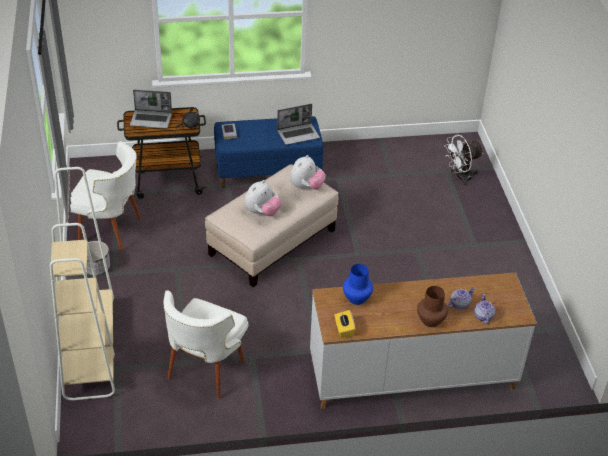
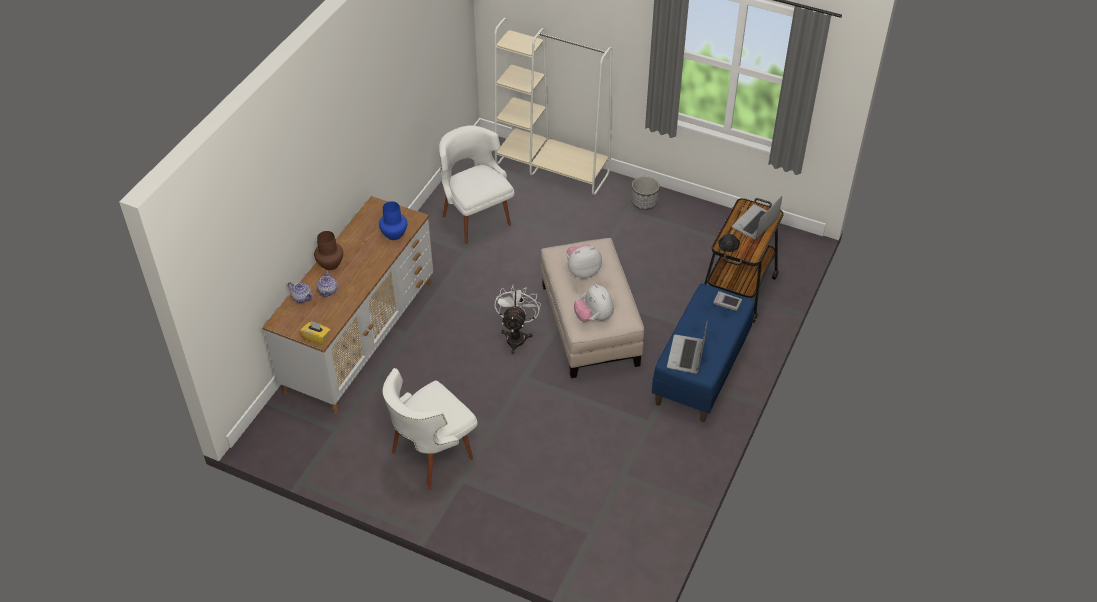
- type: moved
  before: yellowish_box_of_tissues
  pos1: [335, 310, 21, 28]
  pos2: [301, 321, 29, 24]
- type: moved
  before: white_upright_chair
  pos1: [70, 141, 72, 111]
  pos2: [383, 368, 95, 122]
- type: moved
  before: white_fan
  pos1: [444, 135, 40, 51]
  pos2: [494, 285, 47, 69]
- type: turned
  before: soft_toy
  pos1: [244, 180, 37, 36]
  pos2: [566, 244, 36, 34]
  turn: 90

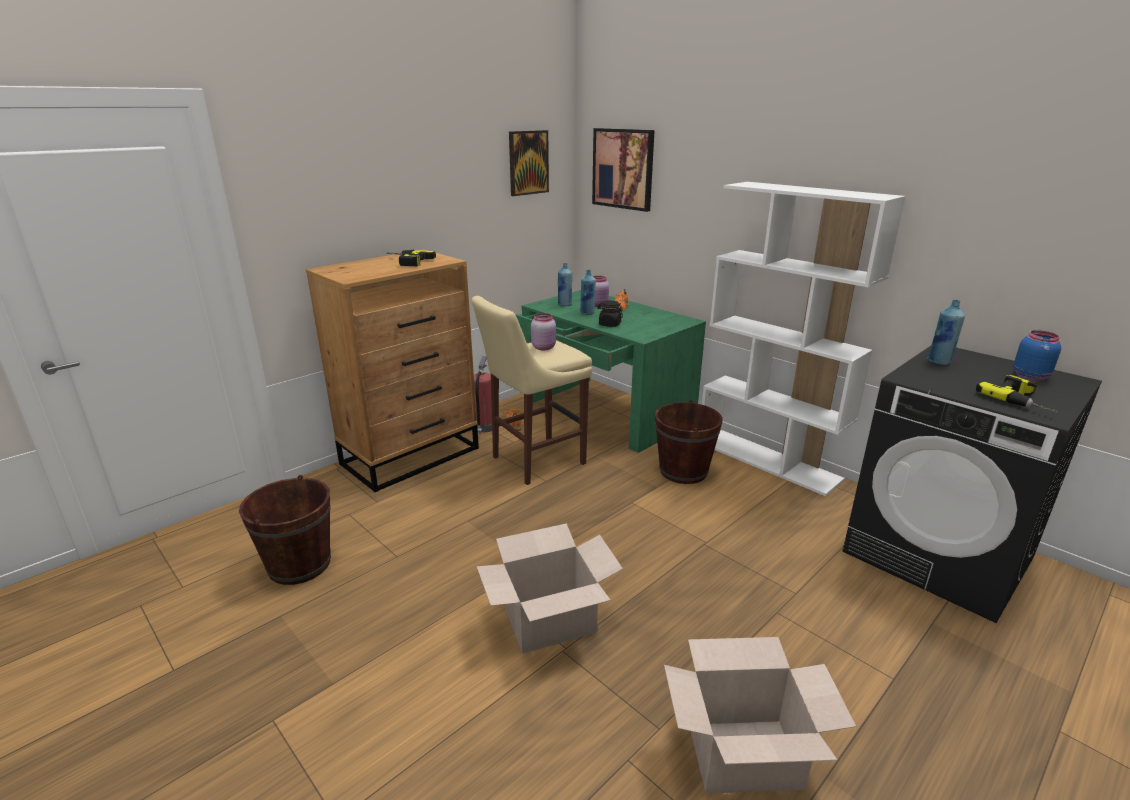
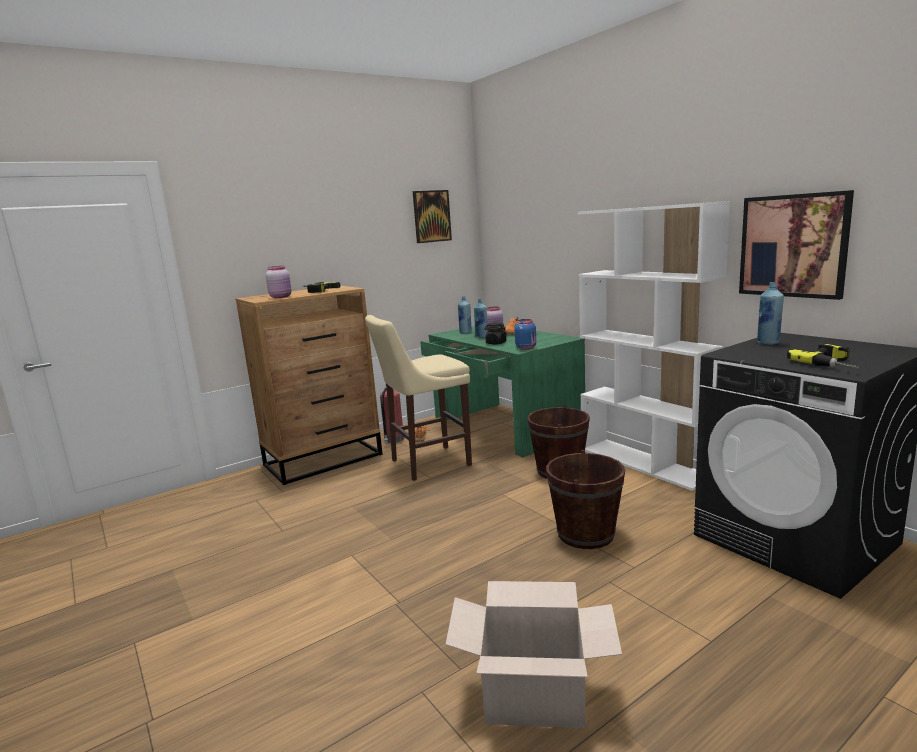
- type: moved
  before: pink_jar
  pos1: [531, 313, 25, 37]
  pos2: [266, 266, 25, 32]
- type: moved
  before: blue_jar
  pos1: [1013, 330, 48, 51]
  pos2: [515, 319, 21, 31]
- type: moved
  before: brownish_bucket
  pos1: [239, 475, 92, 110]
  pos2: [546, 450, 79, 99]
- type: moved
  before: picture
  pos1: [592, 128, 63, 84]
  pos2: [739, 190, 115, 110]
- type: removed
  before: cardboard_box
  pos1: [477, 523, 146, 131]

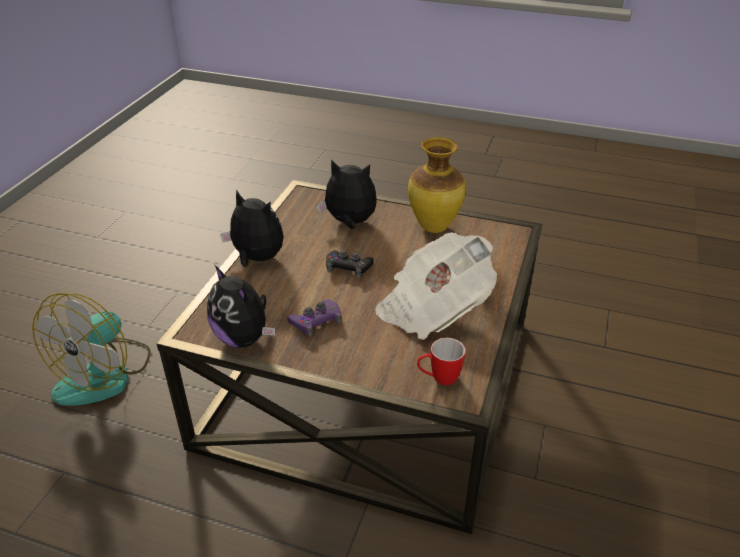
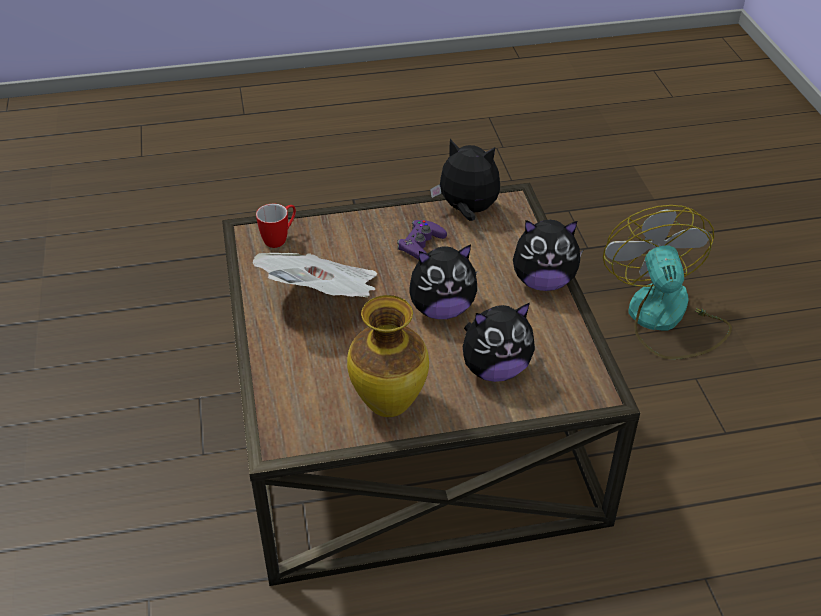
- type: replaced
  before: black-coloured_gamepad
  after: soft_toy
  pos1: [326, 250, 48, 28]
  pos2: [409, 244, 68, 75]

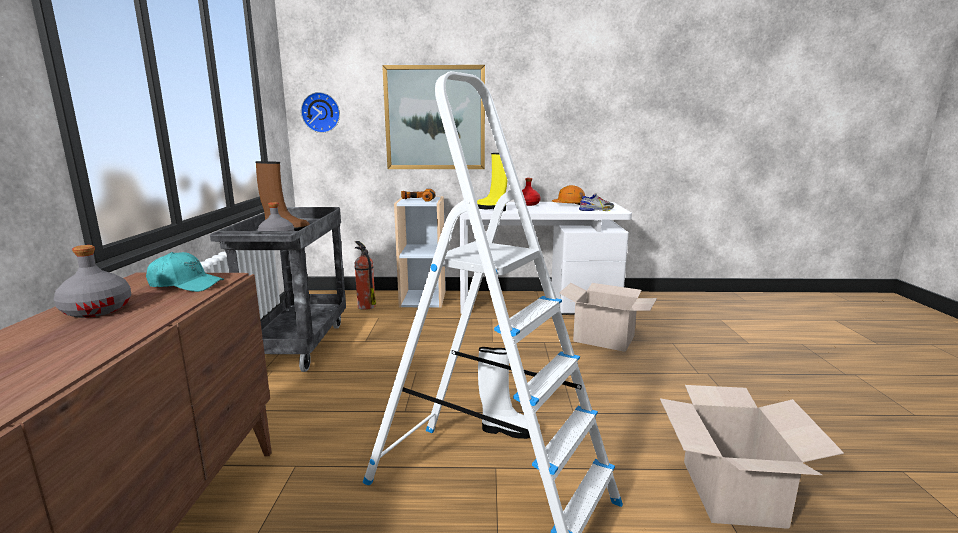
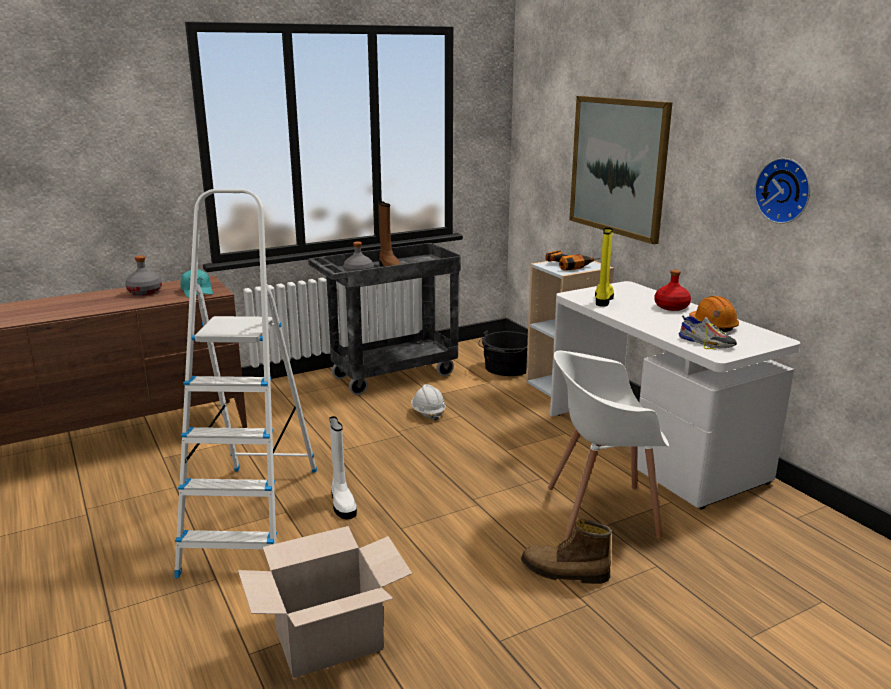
- type: added
  after: white_safety_helmet
  pos2: [411, 384, 35, 37]
- type: replaced
  before: fire_extinguisher
  after: black-coloured_bucket
  pos1: [355, 241, 21, 69]
  pos2: [478, 331, 50, 45]
- type: added
  after: boot
  pos2: [521, 519, 91, 65]
- type: replaced
  before: cardboard_box
  after: white_upright_chair
  pos1: [559, 283, 98, 69]
  pos2: [548, 351, 121, 190]
- type: moved
  before: clock_on_the_wall
  pos1: [301, 92, 39, 41]
  pos2: [754, 158, 56, 66]

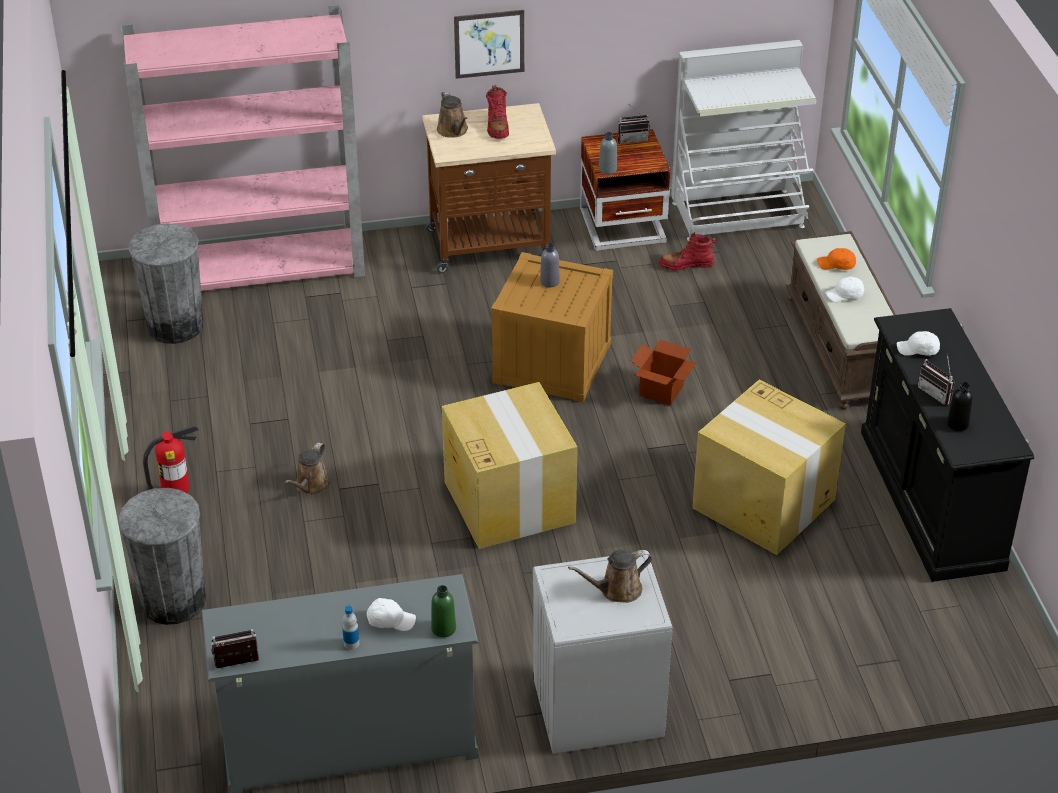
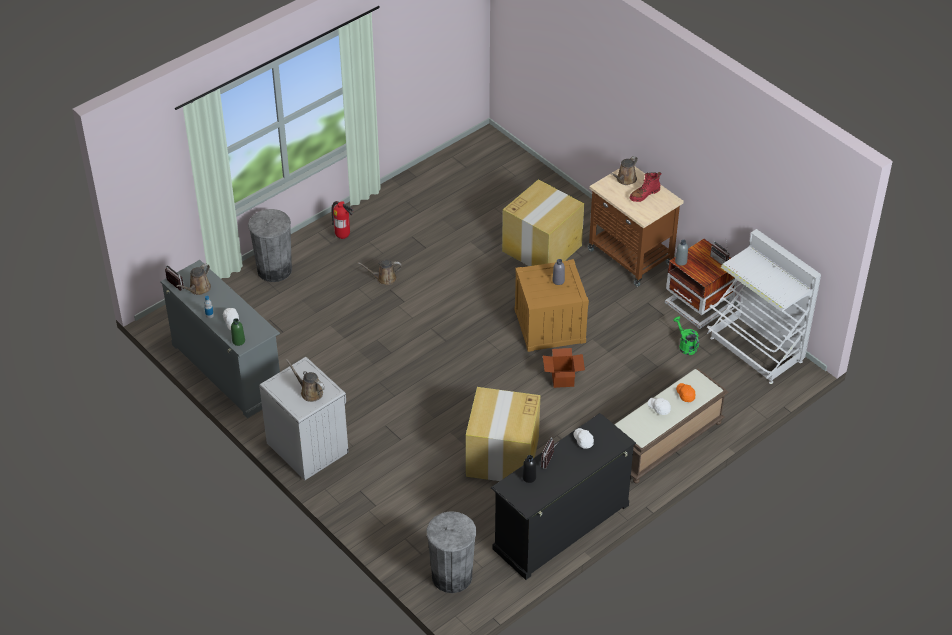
- type: added
  after: brownish_watering_pot
  pos2: [177, 263, 34, 32]
- type: moved
  before: gray_trash_can
  pos1: [129, 223, 75, 121]
  pos2: [426, 511, 50, 82]
- type: moved
  before: cardboard_box
  pos1: [442, 382, 136, 167]
  pos2: [502, 179, 82, 87]
- type: replaced
  before: red-coloured_boot
  after: green-coloured_watering_pot
  pos1: [659, 232, 58, 39]
  pos2: [673, 316, 26, 39]
- type: removed
  before: pink_bookcase
  pos1: [121, 5, 244, 286]
- type: removed
  before: picture
  pos1: [454, 10, 70, 69]

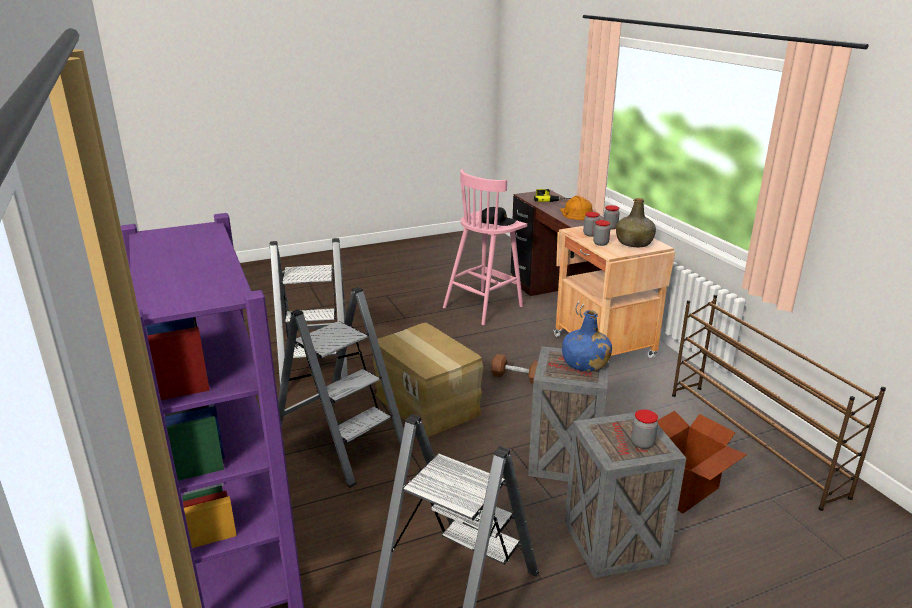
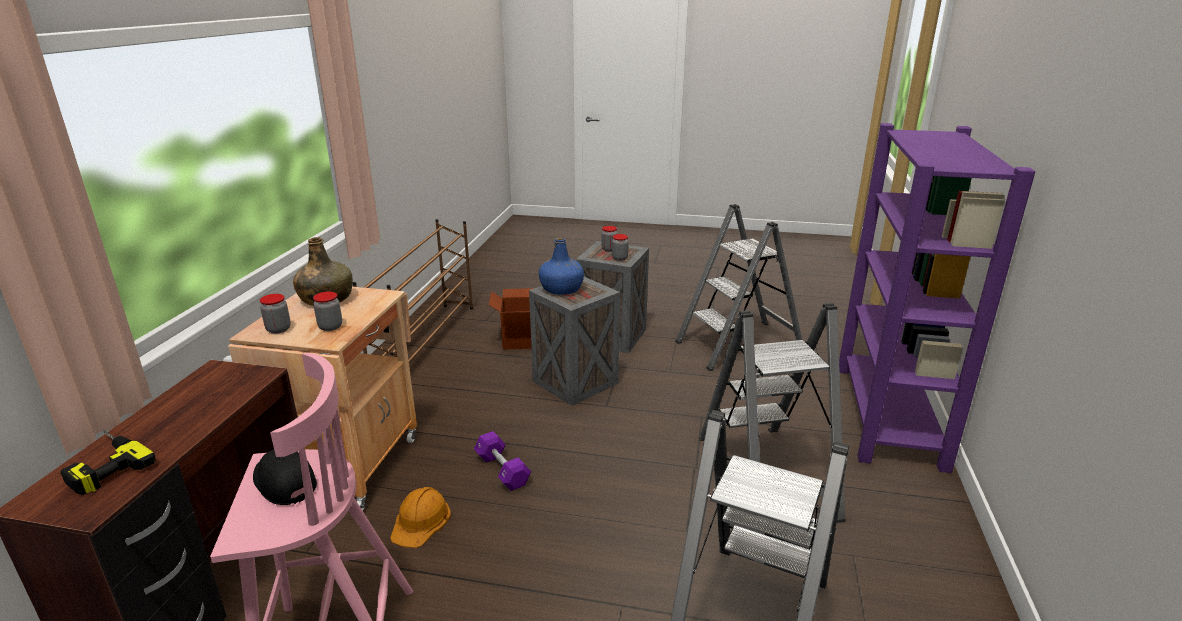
- type: moved
  before: orange-coloured_safety_helmet
  pos1: [560, 196, 33, 24]
  pos2: [390, 487, 61, 61]
- type: recoloured
  before: brownish_dumbbell
  after: purplish_dumbbell
  pos1: [491, 354, 47, 30]
  pos2: [474, 431, 57, 60]
- type: moved
  before: jar
  pos1: [593, 220, 18, 26]
  pos2: [612, 234, 17, 27]
- type: removed
  before: cardboard_box
  pos1: [372, 323, 111, 115]

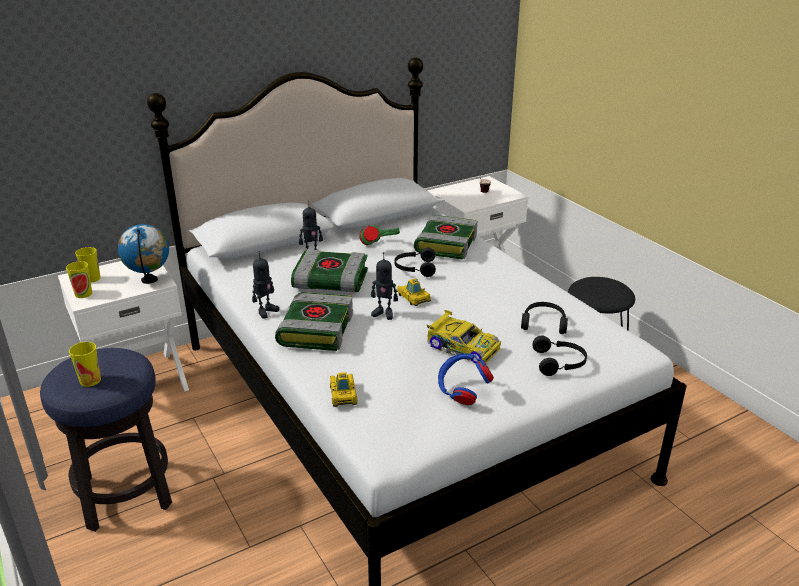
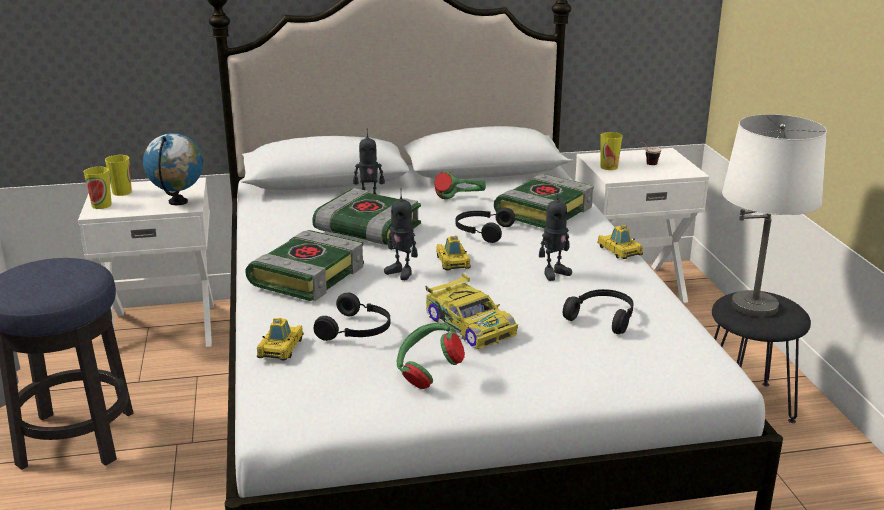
- type: moved
  before: black-coloured_headset
  pos1: [532, 336, 55, 40]
  pos2: [314, 293, 76, 48]
- type: recoloured
  before: blue_headset
  after: green-coloured_headset
  pos1: [438, 354, 56, 51]
  pos2: [397, 323, 68, 66]
- type: moved
  before: model_robot
  pos1: [252, 251, 27, 68]
  pos2: [539, 189, 33, 92]
- type: added
  after: toy_car
  pos2: [597, 225, 46, 34]
- type: moved
  before: drinking_cup
  pos1: [69, 342, 32, 45]
  pos2: [600, 132, 23, 38]
- type: added
  after: white_tabletop_lamp
  pos2: [722, 114, 105, 203]

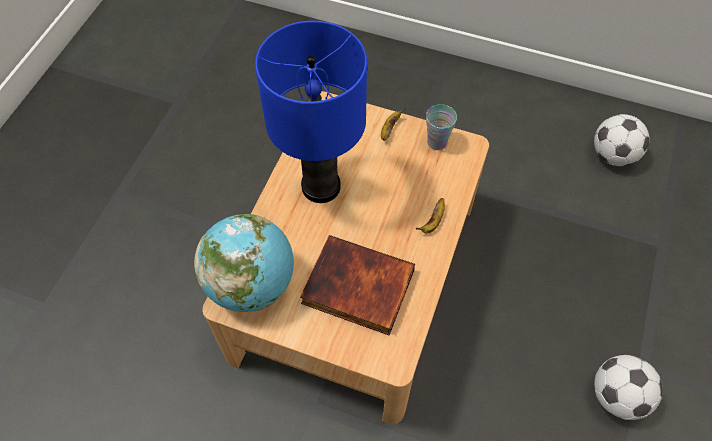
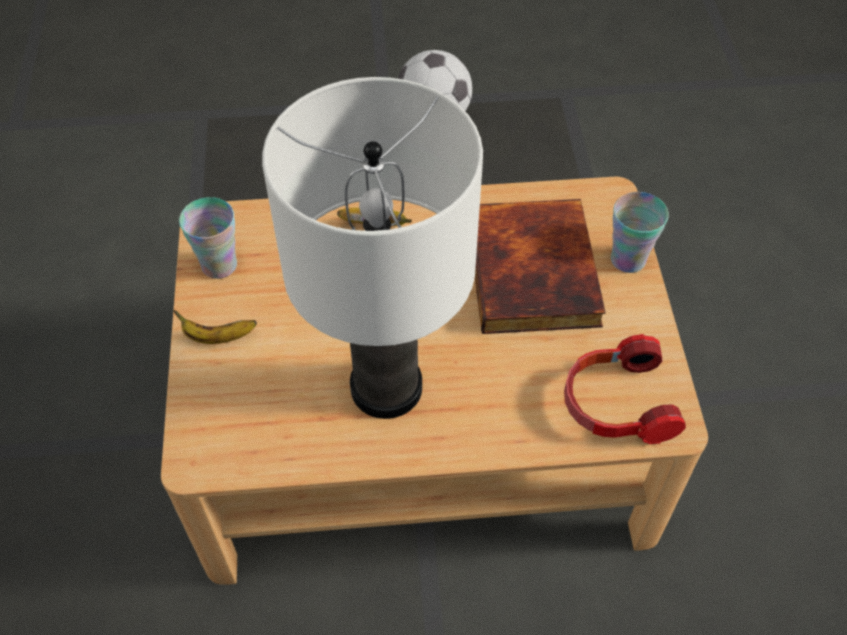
- type: recoloured
  before: blue_tabletop_lamp
  after: white_tabletop_lamp
  pos1: [255, 21, 112, 182]
  pos2: [262, 77, 221, 342]
- type: replaced
  before: globe
  after: headset
  pos1: [194, 214, 100, 98]
  pos2: [564, 334, 122, 110]
- type: added
  after: drinking_cup
  pos2: [611, 192, 58, 81]
- type: removed
  before: football_ball
  pos1: [594, 114, 56, 52]

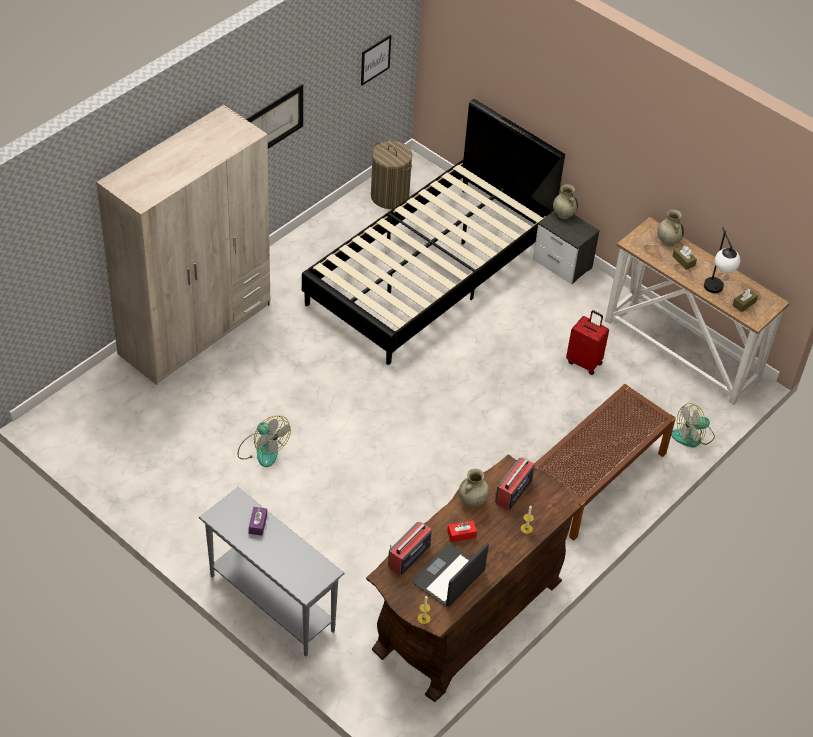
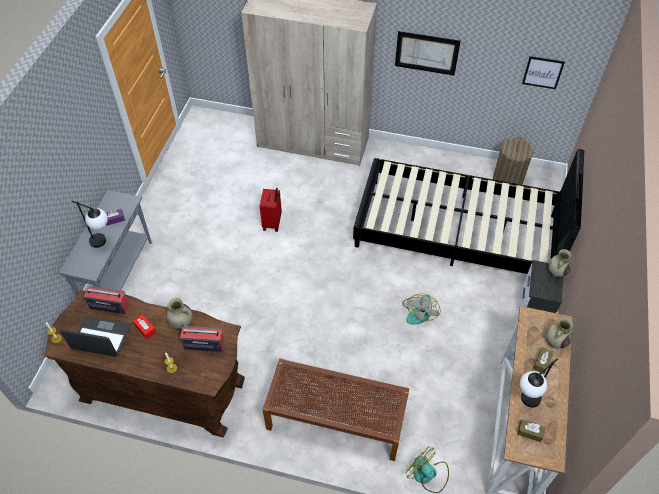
- type: added
  after: tabletop_lamp
  pos2: [72, 201, 36, 47]
- type: moved
  before: red-coloured_travel_case
  pos1: [566, 310, 43, 65]
  pos2: [260, 188, 22, 44]
- type: moved
  before: fan
  pos1: [237, 416, 54, 51]
  pos2: [403, 294, 38, 31]

